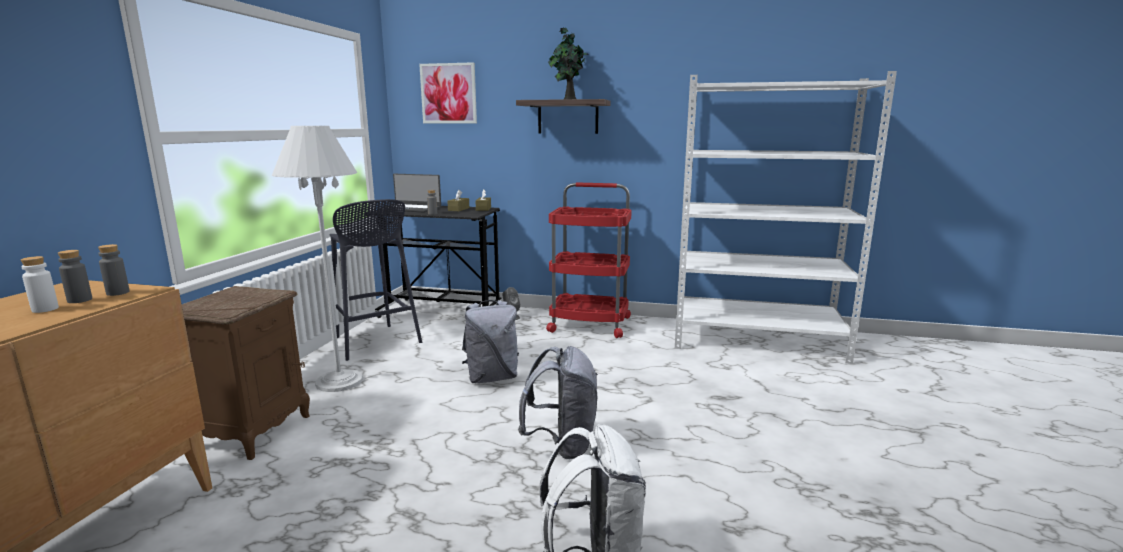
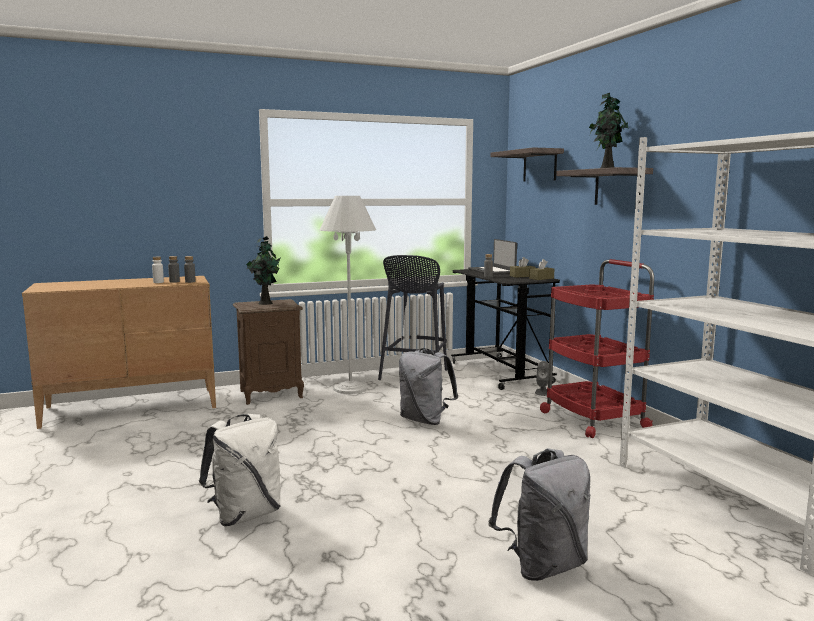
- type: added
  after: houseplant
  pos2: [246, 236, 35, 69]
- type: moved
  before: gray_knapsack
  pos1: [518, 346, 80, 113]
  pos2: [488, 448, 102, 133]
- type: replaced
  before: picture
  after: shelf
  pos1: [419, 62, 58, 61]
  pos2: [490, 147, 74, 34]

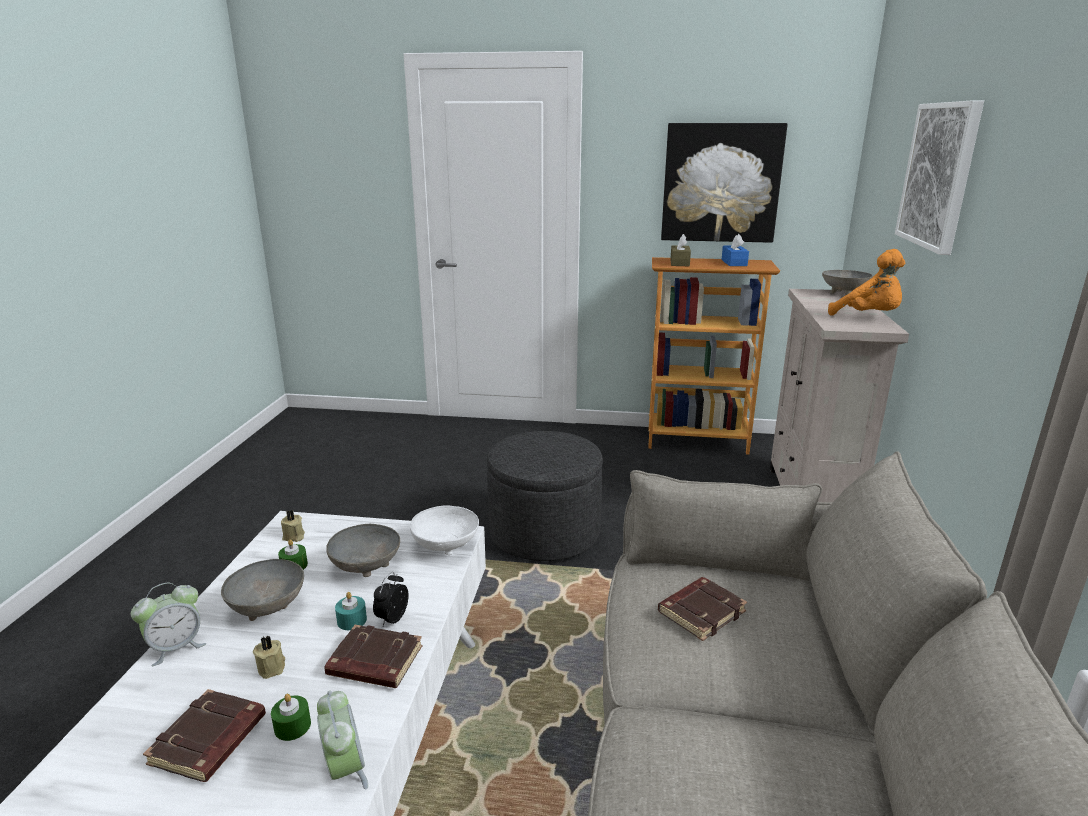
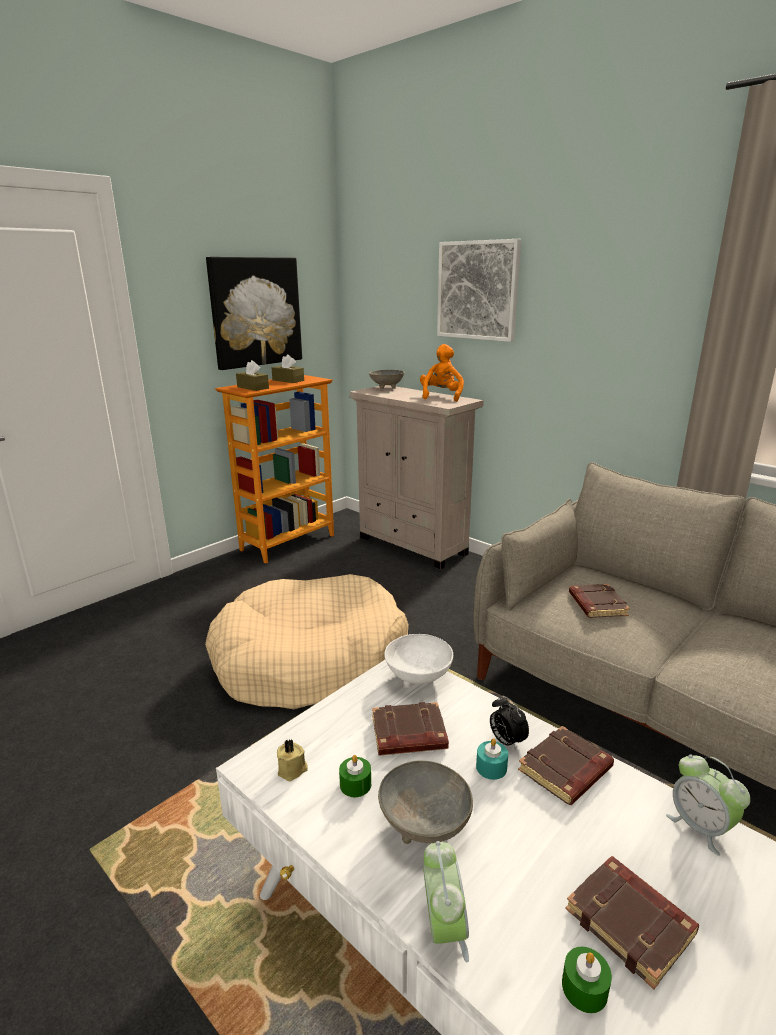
- type: replaced
  before: gray_pouffe
  after: beige_pet_bed
  pos1: [487, 431, 116, 130]
  pos2: [205, 574, 204, 135]
- type: recoloured
  before: blue_box_of_tissues
  after: brownish_box_of_tissues
  pos1: [722, 234, 27, 32]
  pos2: [272, 355, 32, 28]
- type: replaced
  before: gray_bowl
  after: brownish_volume
  pos1: [326, 524, 74, 53]
  pos2: [372, 702, 77, 54]
- type: turned
  before: orange-coloured_soft_toy
  pos1: [828, 249, 77, 67]
  pos2: [420, 344, 44, 58]
  turn: -75
- type: moved
  before: green-coloured_wax_light
  pos1: [271, 694, 40, 47]
  pos2: [562, 947, 50, 66]
- type: turned
  before: table_clock
  pos1: [317, 690, 51, 99]
  pos2: [666, 755, 85, 101]
  turn: -135
- type: removed
  before: beige_wax_light
  pos1: [253, 635, 32, 44]

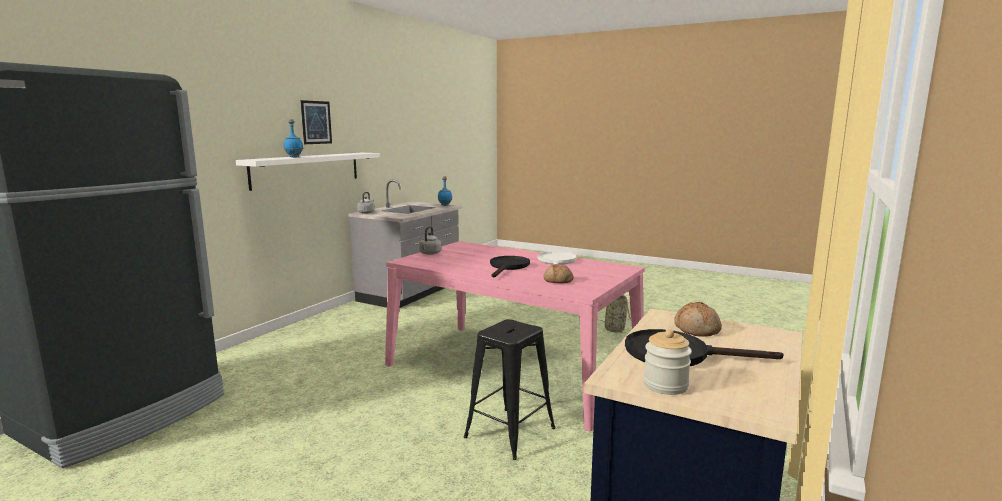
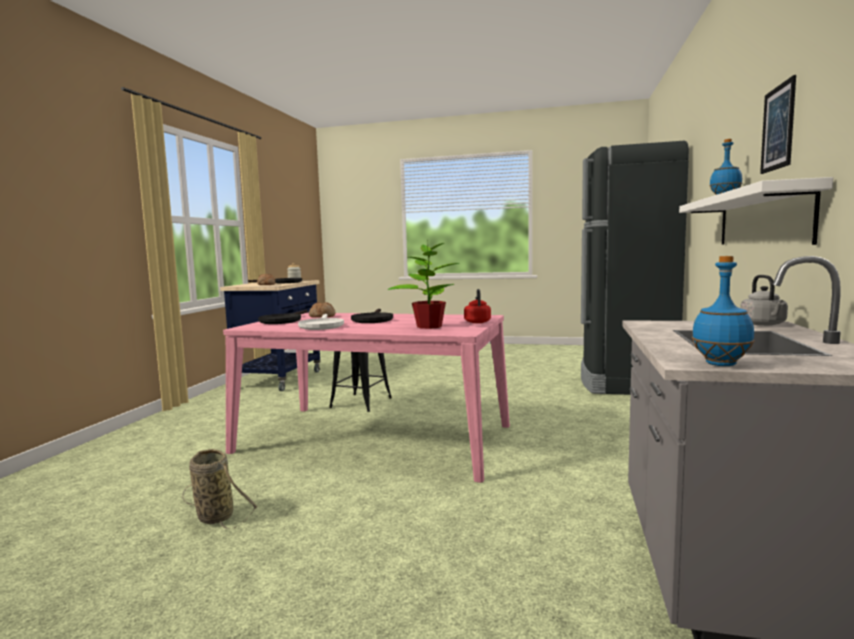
- type: added
  after: black-coloured_skillet
  pos2: [258, 310, 50, 14]
- type: added
  after: houseplant
  pos2: [388, 240, 71, 89]
- type: recoloured
  before: gray_kettle
  after: red-coloured_kettle
  pos1: [419, 226, 22, 29]
  pos2: [464, 289, 27, 34]

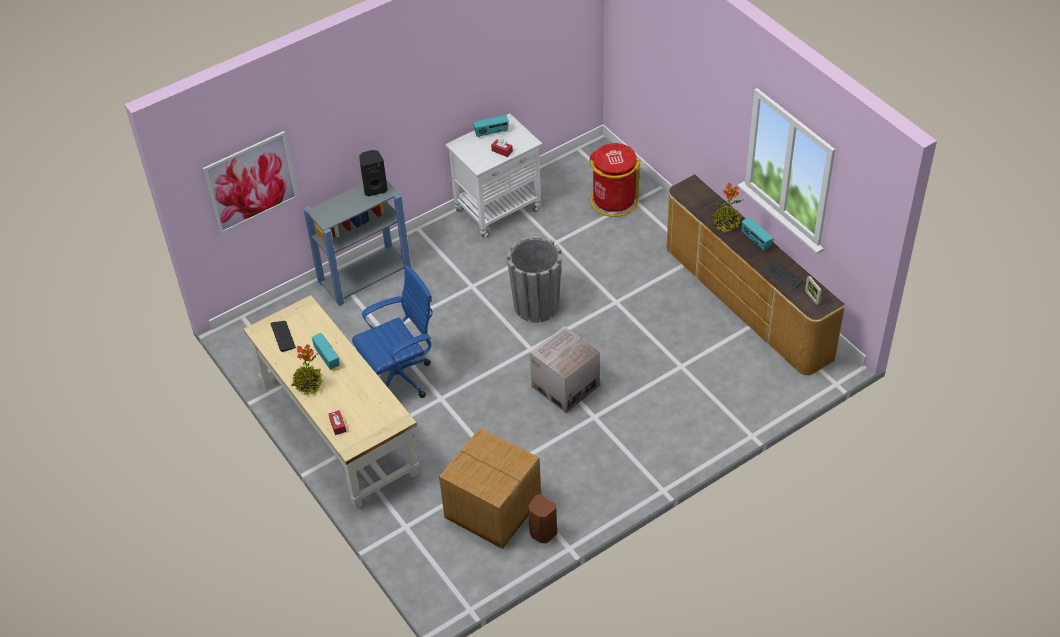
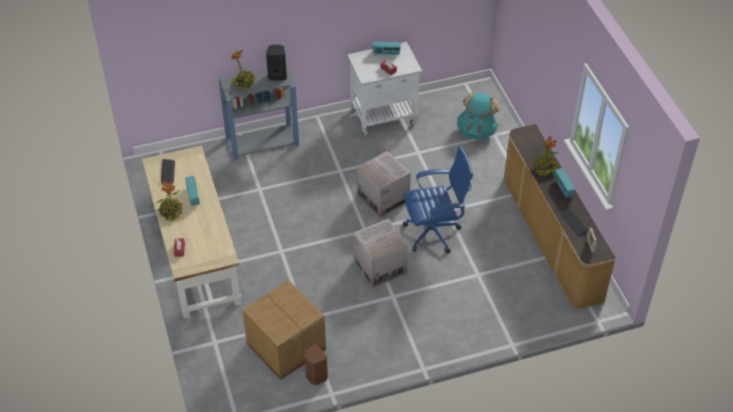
- type: added
  after: houseplant
  pos2: [231, 50, 24, 39]
- type: replaced
  before: gray_planter
  after: cardboard_box
  pos1: [507, 236, 55, 87]
  pos2: [357, 151, 54, 67]
- type: moved
  before: blue_computer_chair
  pos1: [352, 265, 81, 133]
  pos2: [403, 145, 70, 108]
- type: replaced
  before: red-coloured_trash_can
  after: blue-green_knapsack
  pos1: [589, 143, 51, 74]
  pos2: [457, 93, 43, 47]
- type: removed
  before: picture
  pos1: [203, 131, 95, 103]

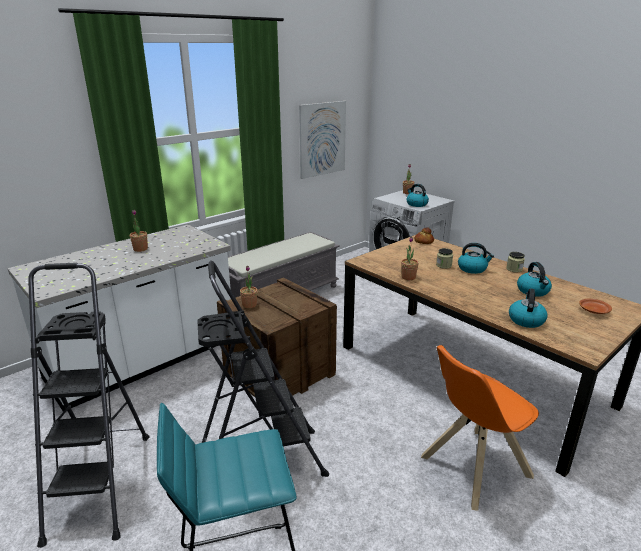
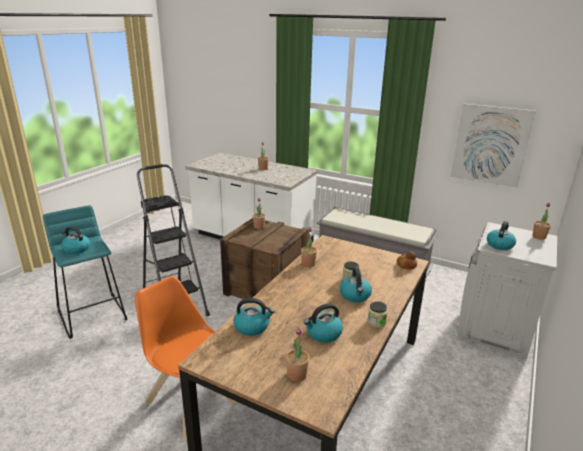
- type: added
  after: kettle
  pos2: [61, 226, 29, 28]
- type: replaced
  before: brownish_plate
  after: houseplant
  pos1: [579, 299, 33, 15]
  pos2: [286, 328, 23, 54]
- type: removed
  before: step_stool
  pos1: [28, 263, 122, 285]

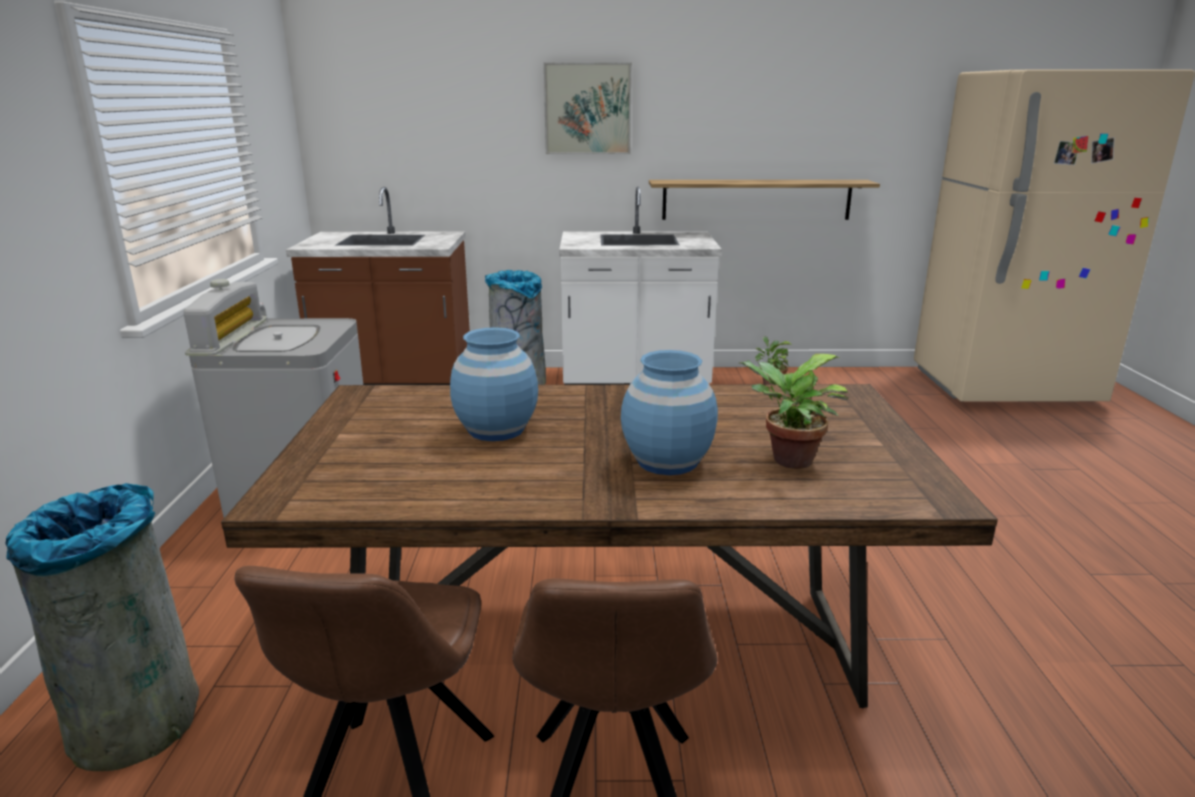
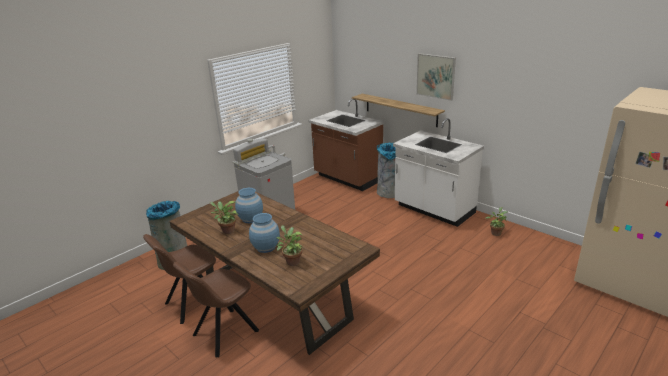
- type: added
  after: houseplant
  pos2: [210, 201, 28, 33]
- type: moved
  before: shelf
  pos1: [649, 180, 231, 40]
  pos2: [352, 94, 93, 33]

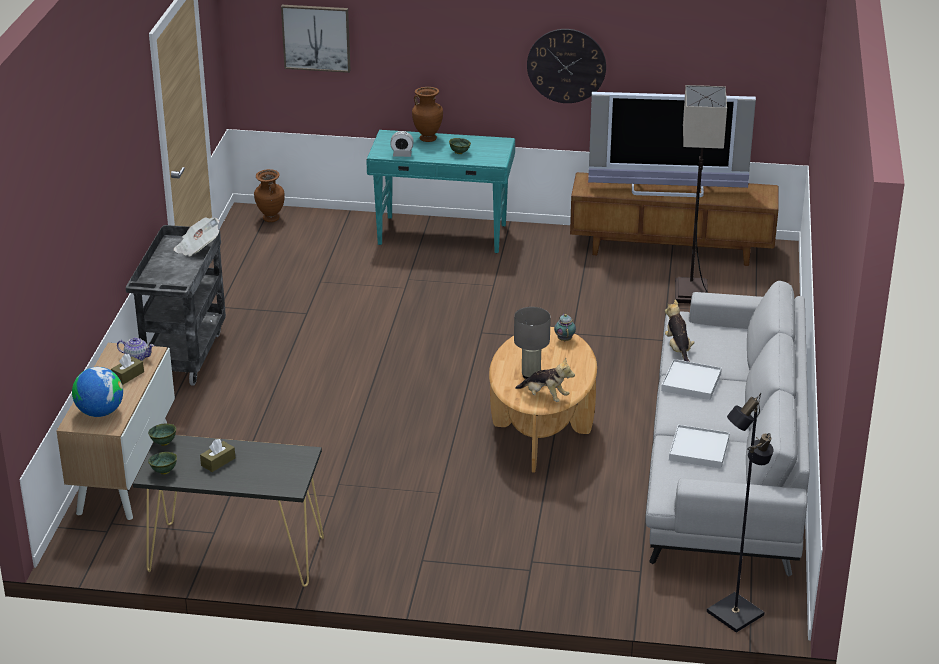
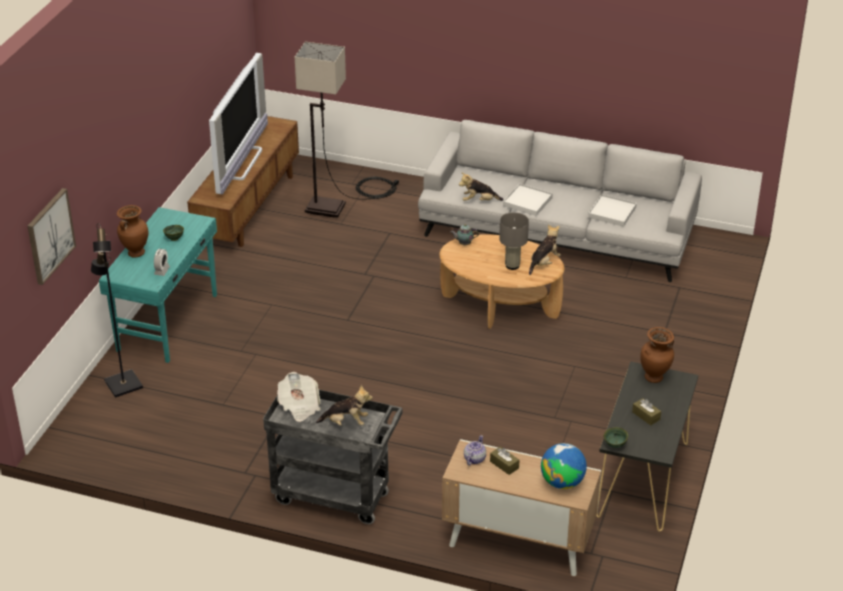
- type: moved
  before: black-coloured_standard_lamp
  pos1: [707, 393, 67, 240]
  pos2: [91, 223, 52, 175]
- type: added
  after: soft_toy
  pos2: [316, 385, 57, 41]
- type: moved
  before: brownish_flower_vase
  pos1: [254, 169, 31, 53]
  pos2: [640, 327, 34, 56]
- type: removed
  before: green-coloured_bowl
  pos1: [148, 452, 29, 22]
- type: removed
  before: clock_on_the_wall
  pos1: [527, 29, 79, 74]

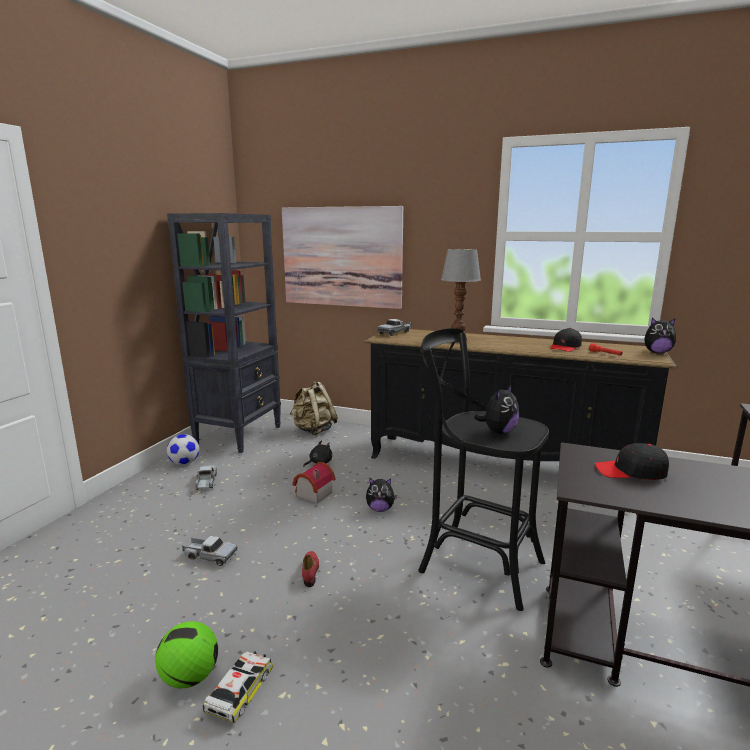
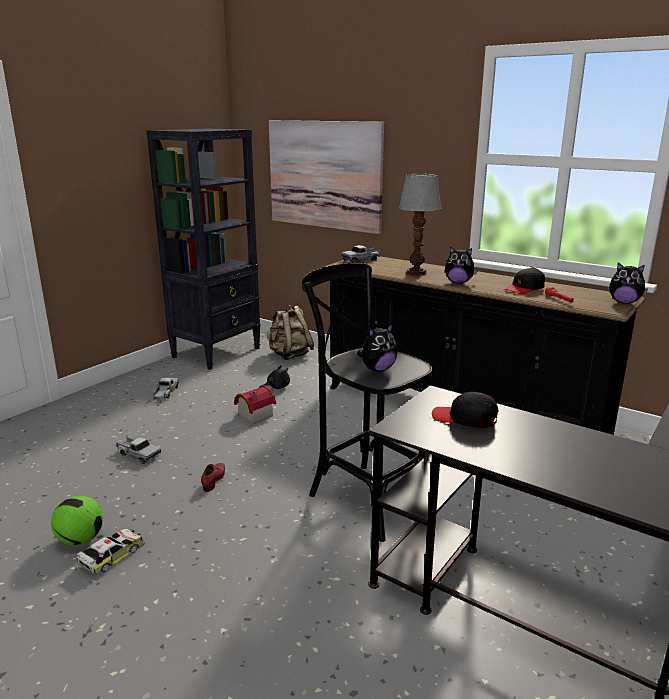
- type: moved
  before: soft_toy
  pos1: [366, 478, 31, 34]
  pos2: [445, 246, 33, 38]
- type: removed
  before: football_ball
  pos1: [167, 434, 32, 31]

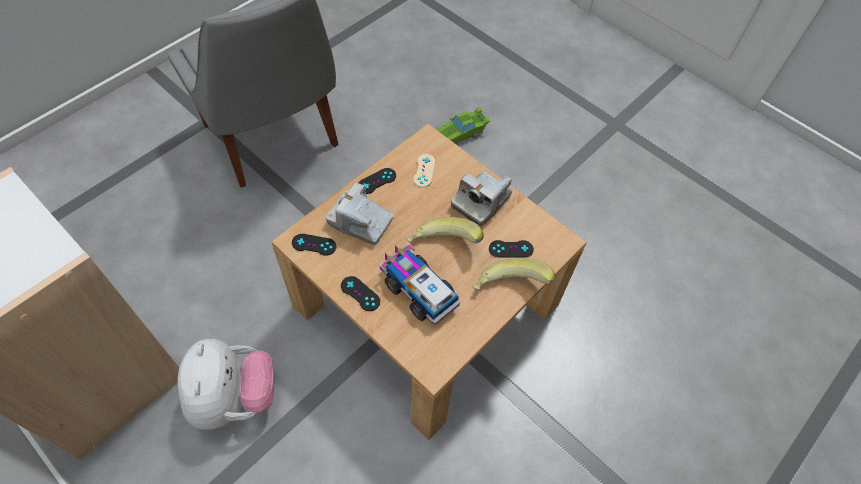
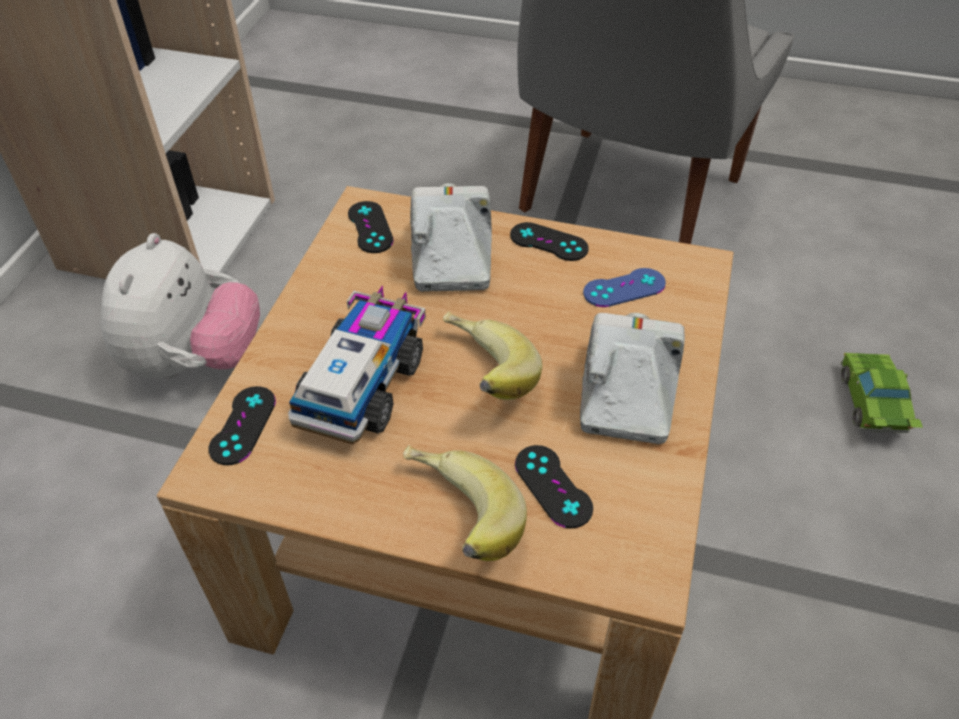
- type: turned
  before: soft_toy
  pos1: [177, 339, 98, 91]
  pos2: [100, 233, 160, 146]
  turn: -45
- type: moved
  before: black-coloured_gamepad
  pos1: [341, 276, 39, 35]
  pos2: [209, 386, 67, 79]
- type: turned
  before: photo_camera
  pos1: [451, 172, 62, 54]
  pos2: [580, 313, 105, 131]
  turn: 90
- type: recoloured
  before: beige_gamepad
  after: blue_gamepad
  pos1: [413, 154, 22, 33]
  pos2: [583, 268, 83, 39]
- type: turned
  before: green-coloured_toy_car
  pos1: [436, 107, 55, 38]
  pos2: [840, 353, 83, 80]
  turn: 60

